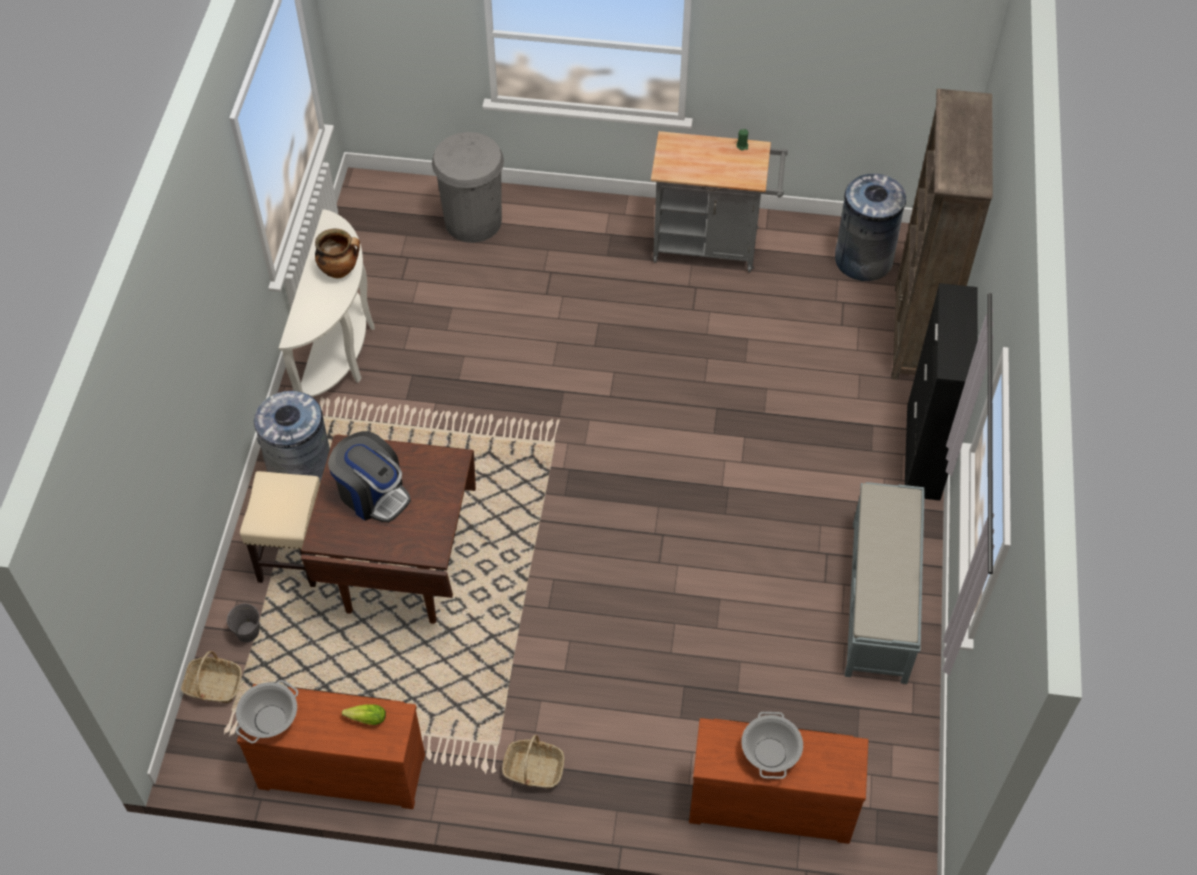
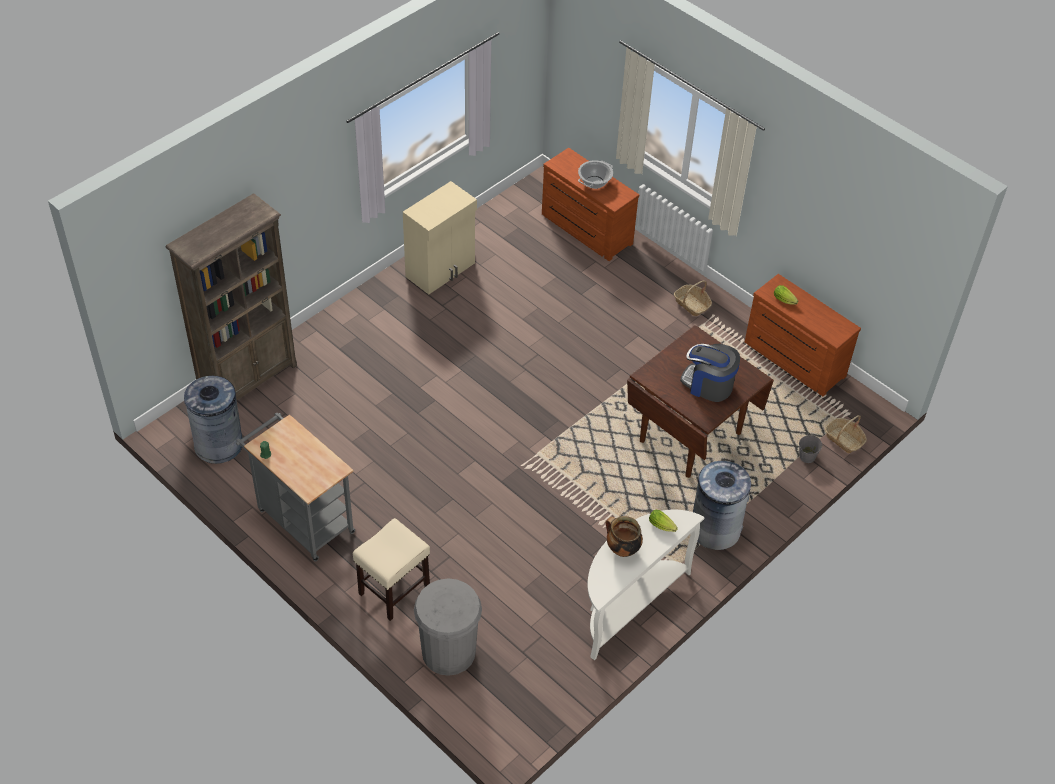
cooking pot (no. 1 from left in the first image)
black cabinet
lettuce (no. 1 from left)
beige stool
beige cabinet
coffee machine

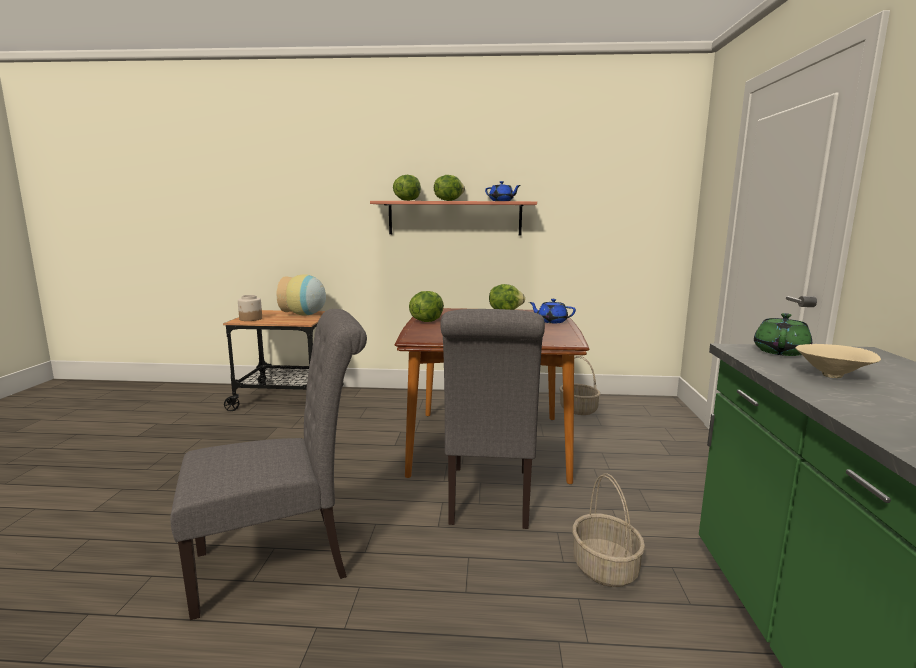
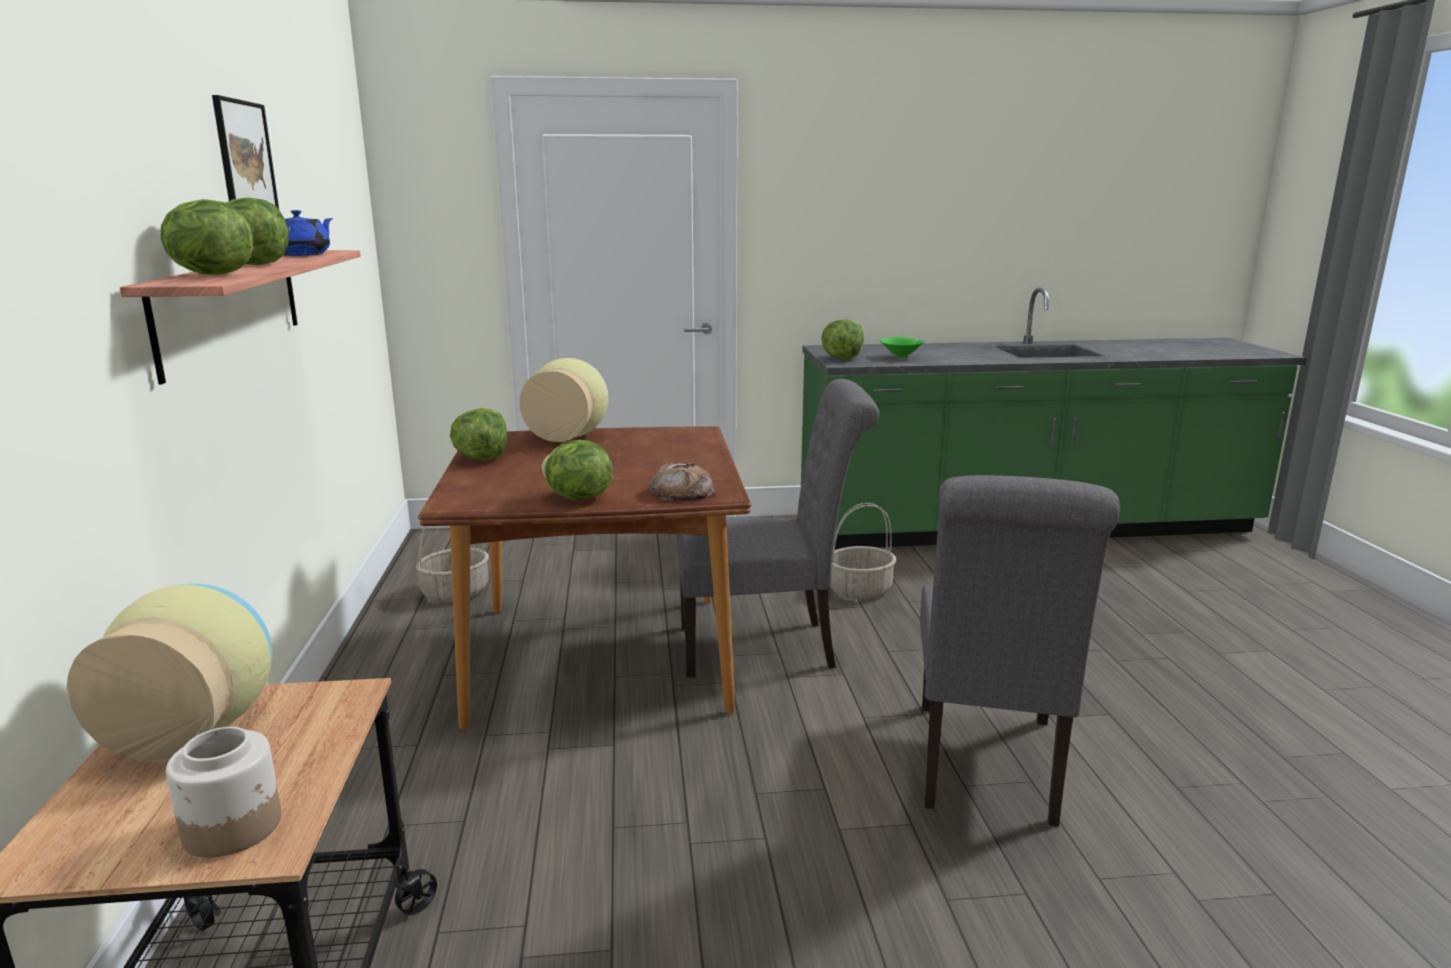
picture
bread
vase (no. 2 from left)
lettuce (no. 5 from left)
green bowl
grey chair (no. 2 from left)

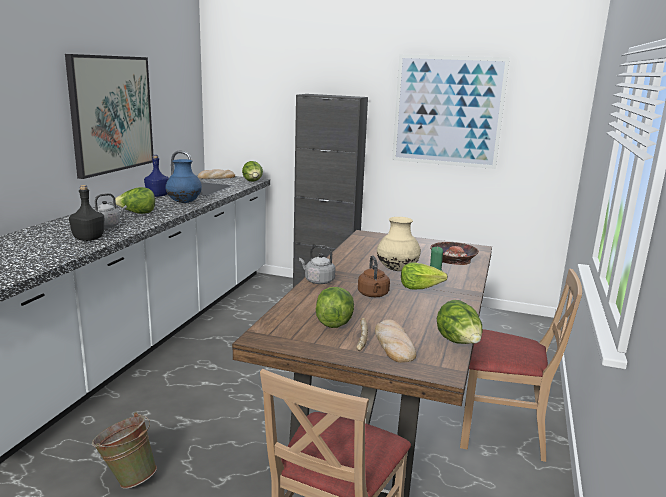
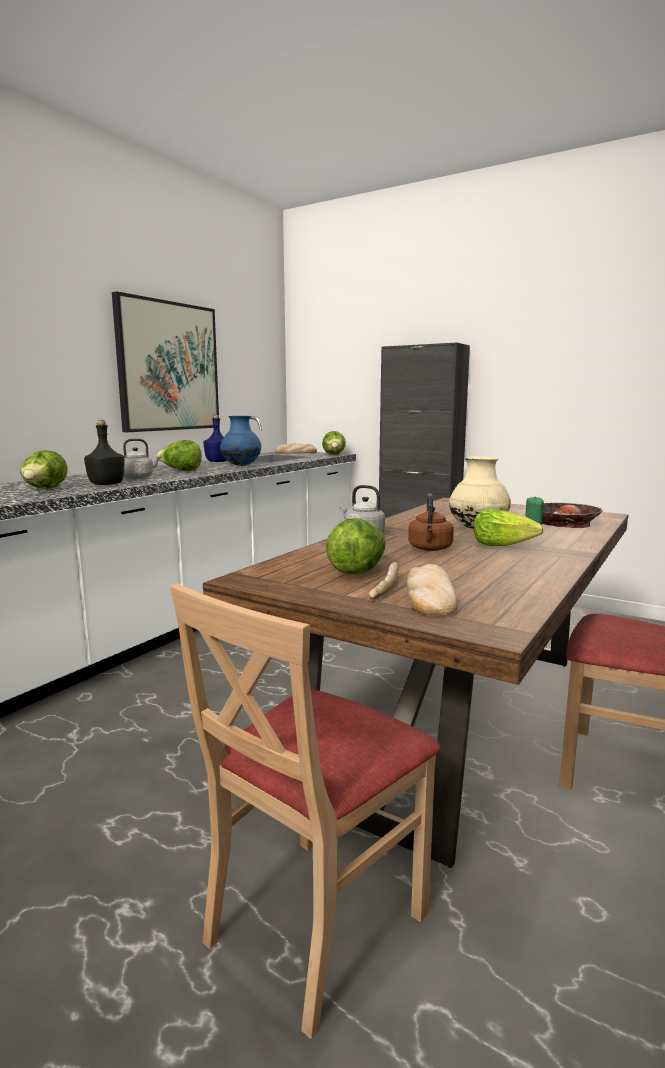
green bucket
picture (no. 2 from left in the first image)
lettuce (no. 1 from left)

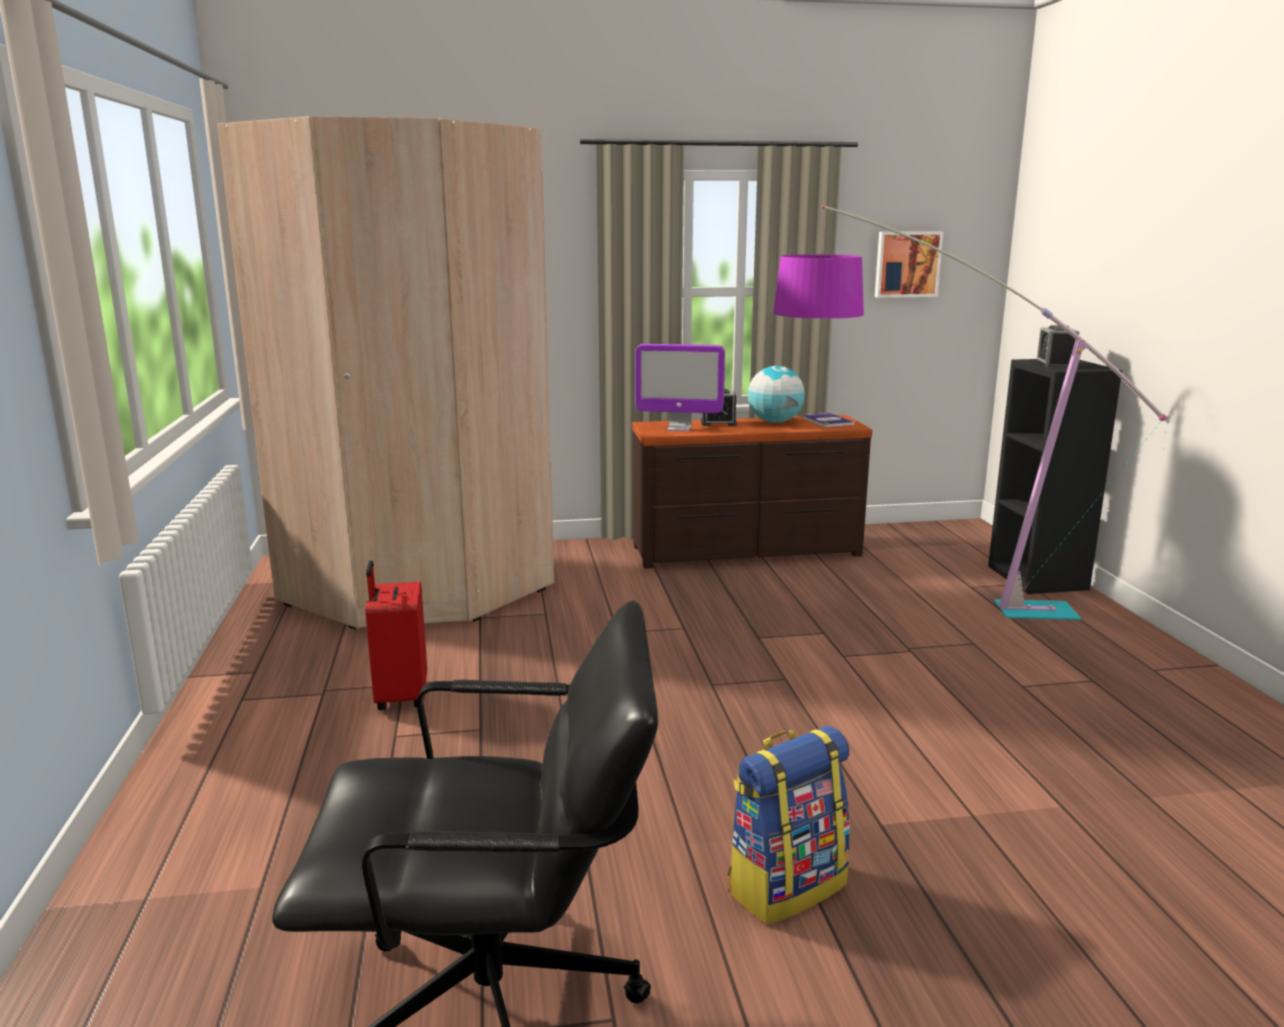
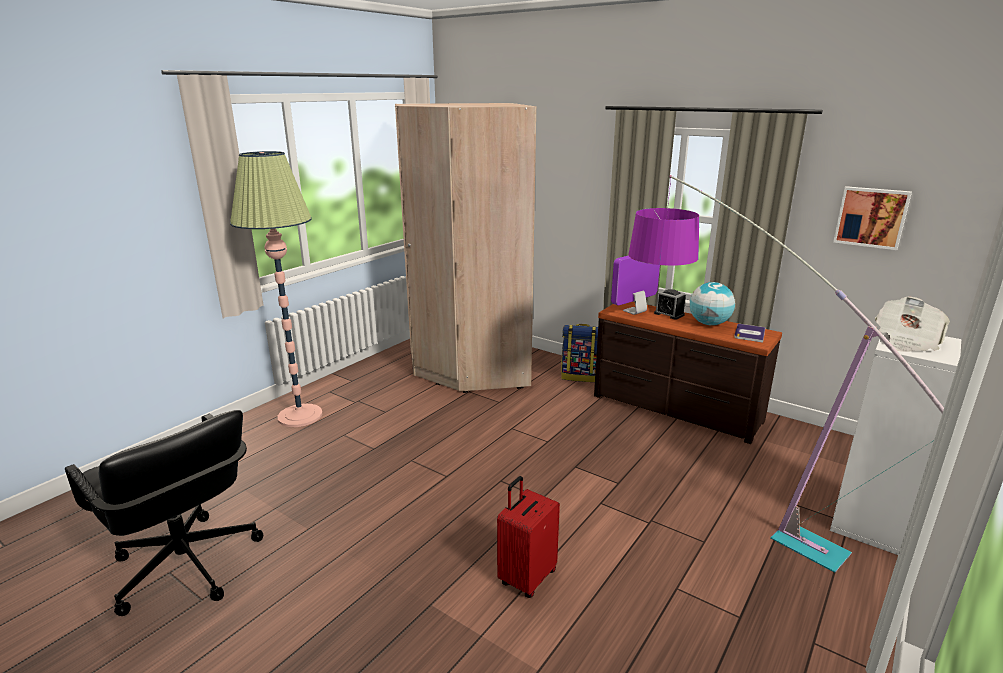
floor lamp (no. 1 from left)
red suitcase
backpack
newspaper
white bookcase
monitor

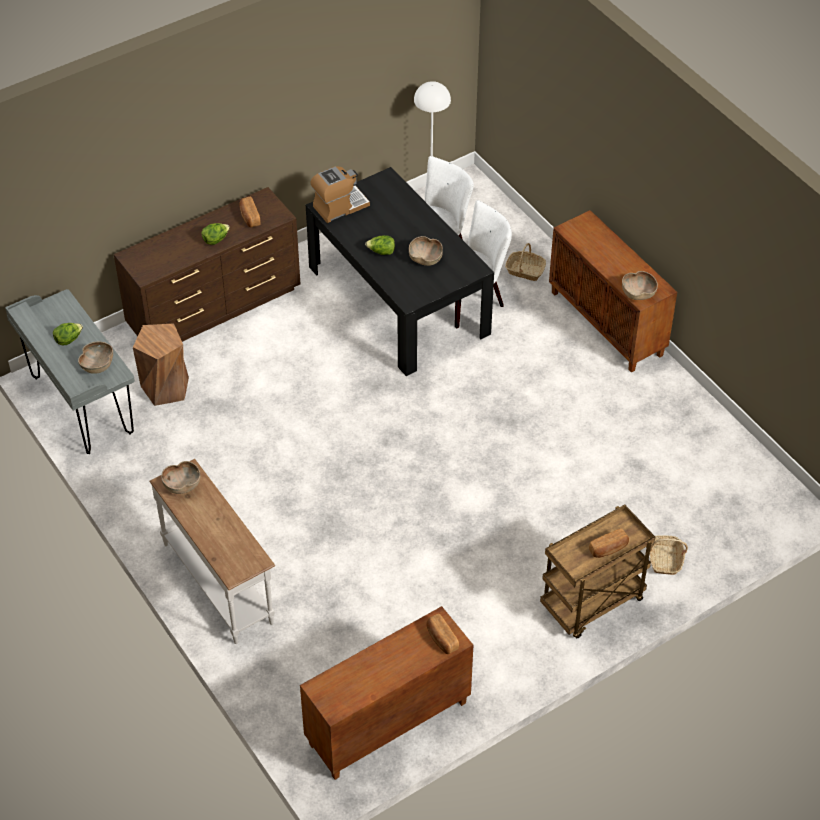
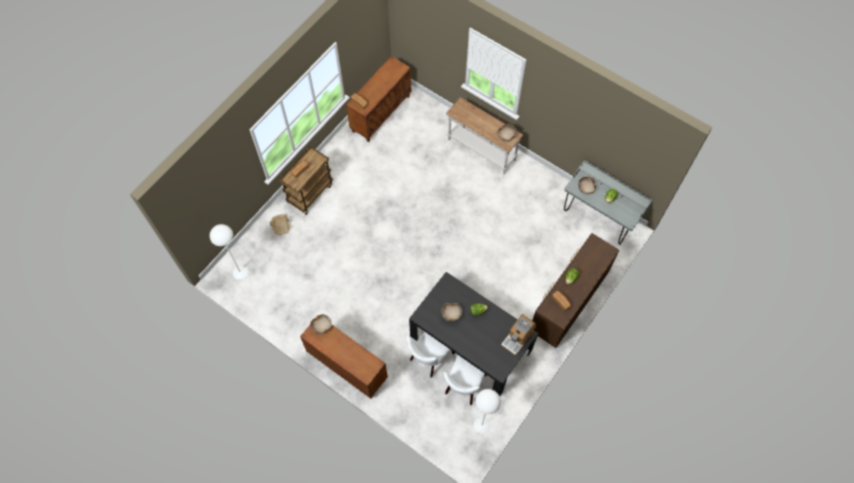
brown stool
basket (no. 1 from left in the first image)
white floor lamp (no. 1 from left)

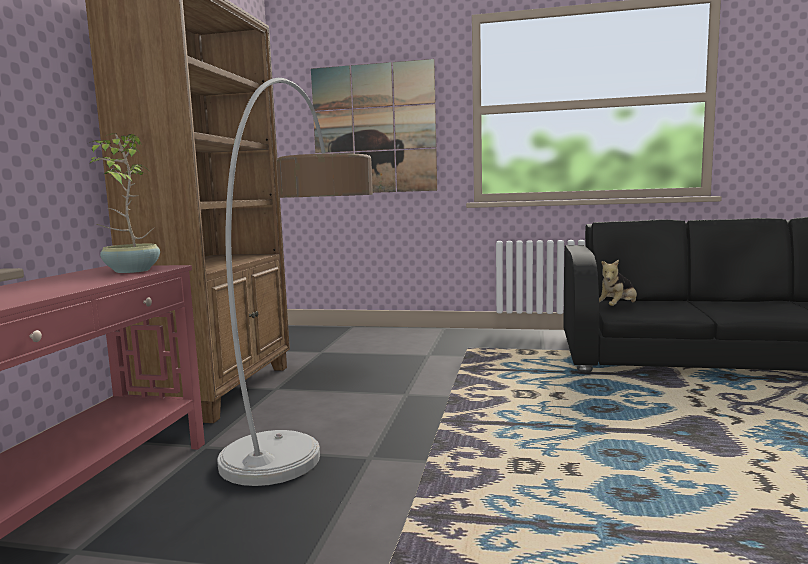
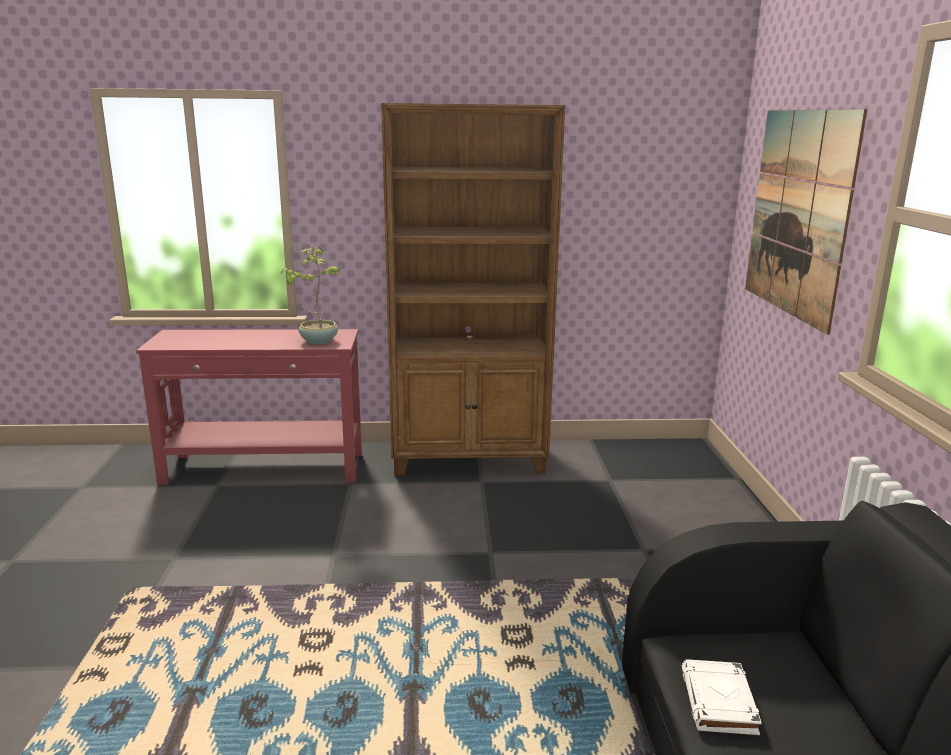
floor lamp
plush toy
white book

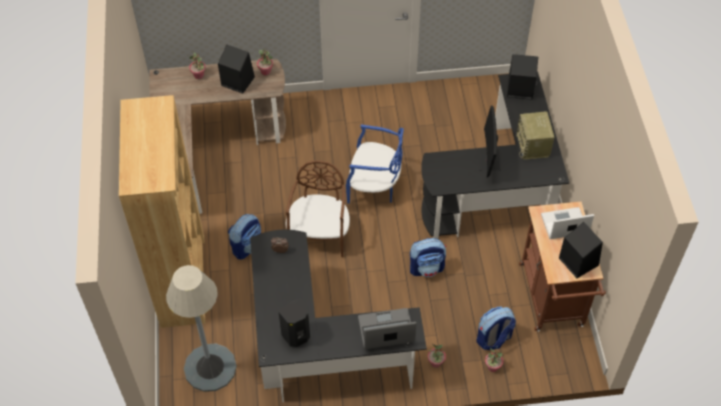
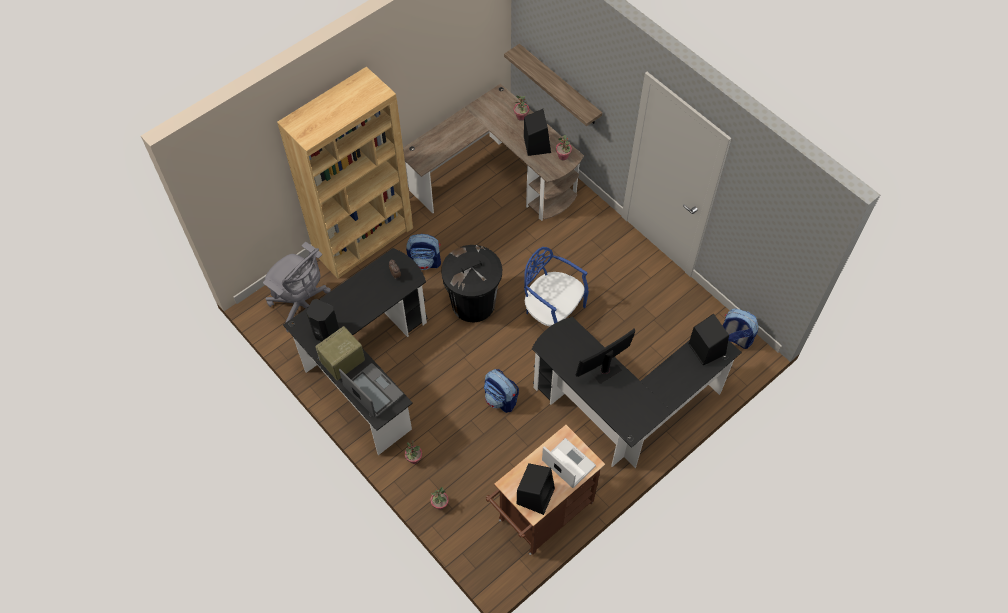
shelf
backpack (no. 3 from left)
radio
grey office chair
black trash can
blue chair

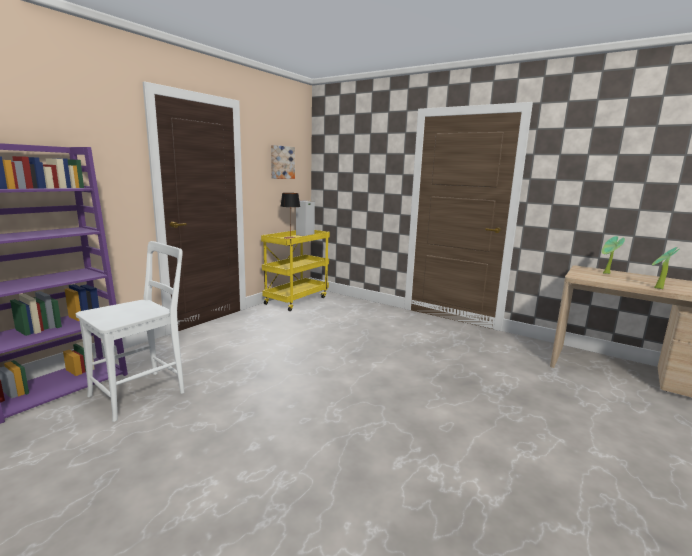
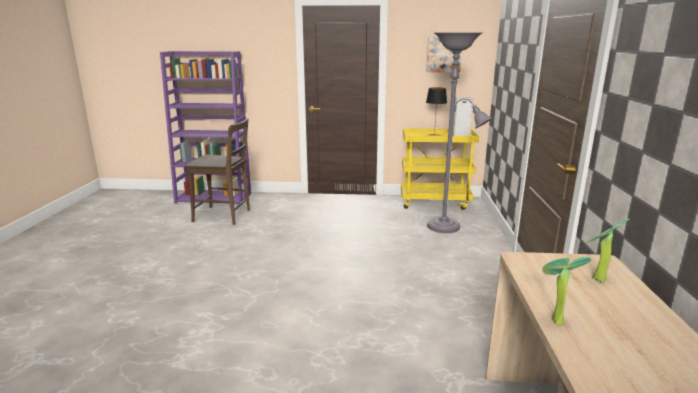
grey floor lamp
brown chair

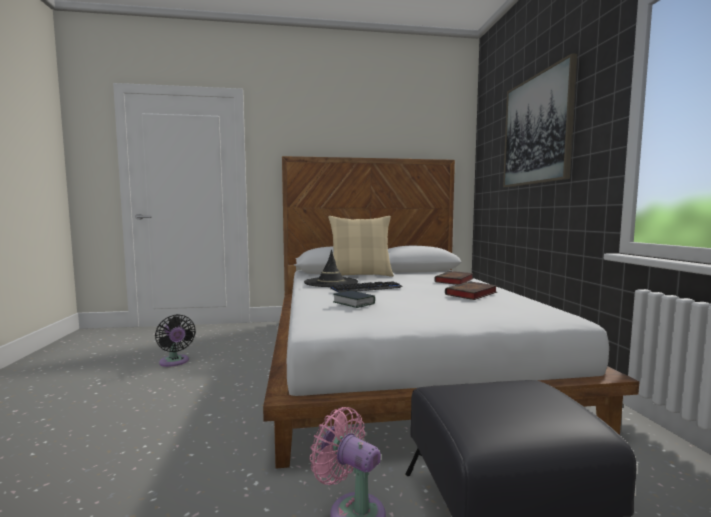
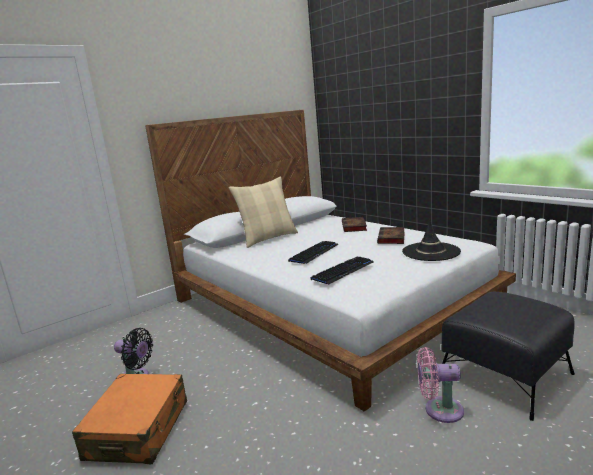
picture
orange suitcase
black hat
keyboard (no. 2 from left)

